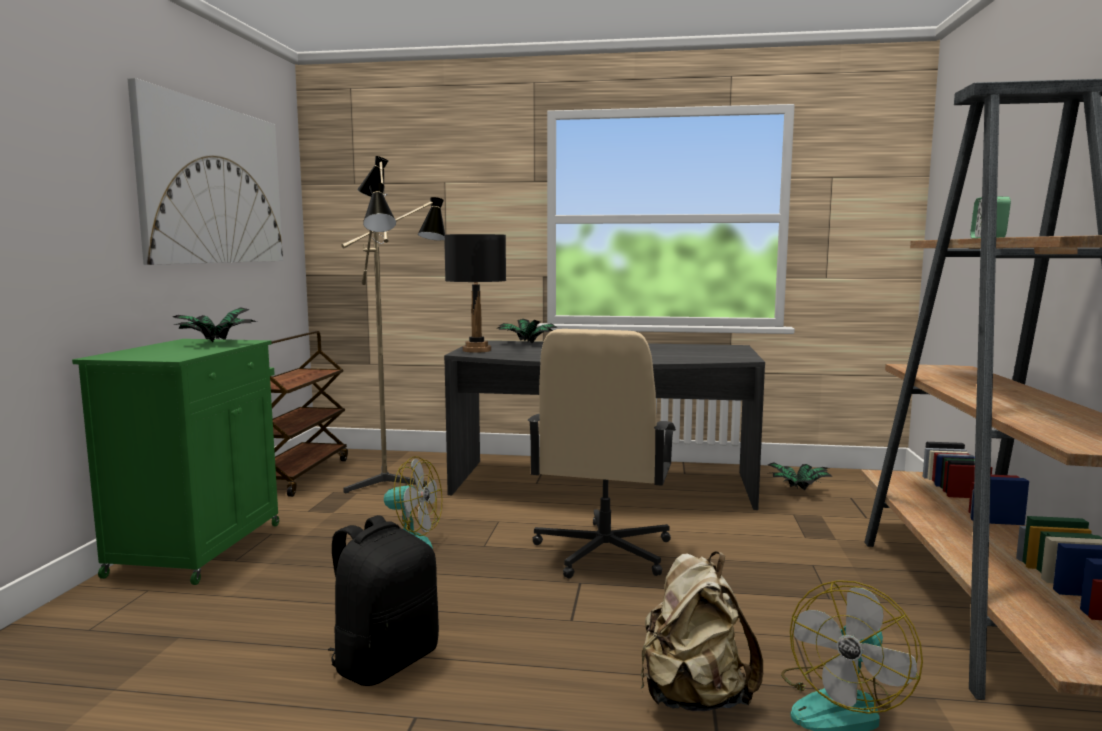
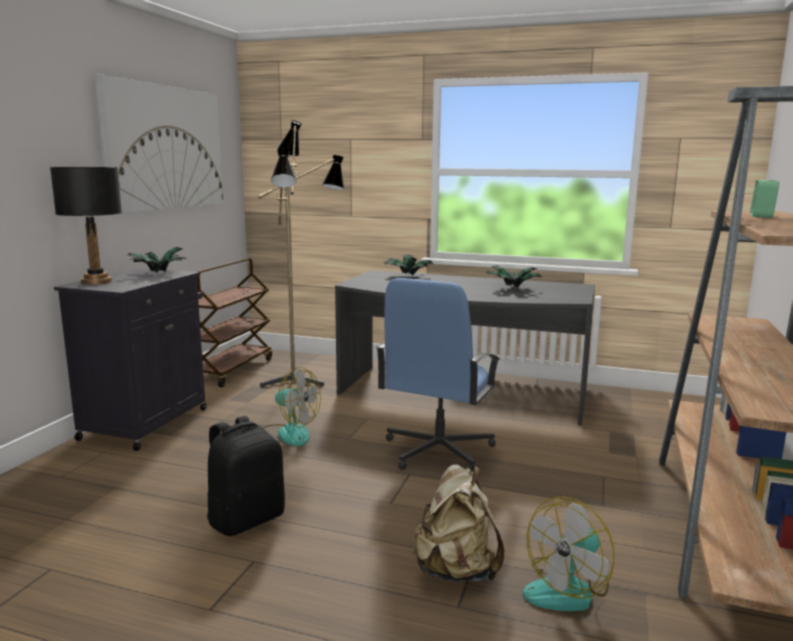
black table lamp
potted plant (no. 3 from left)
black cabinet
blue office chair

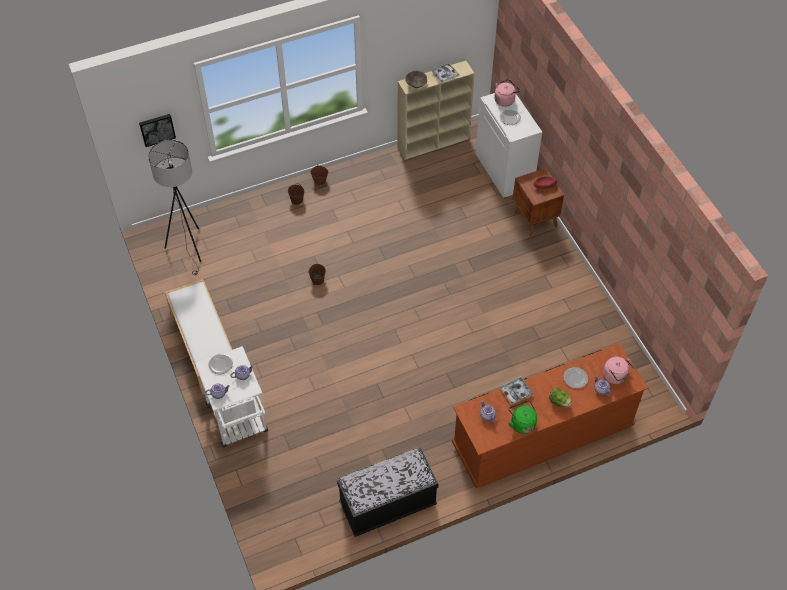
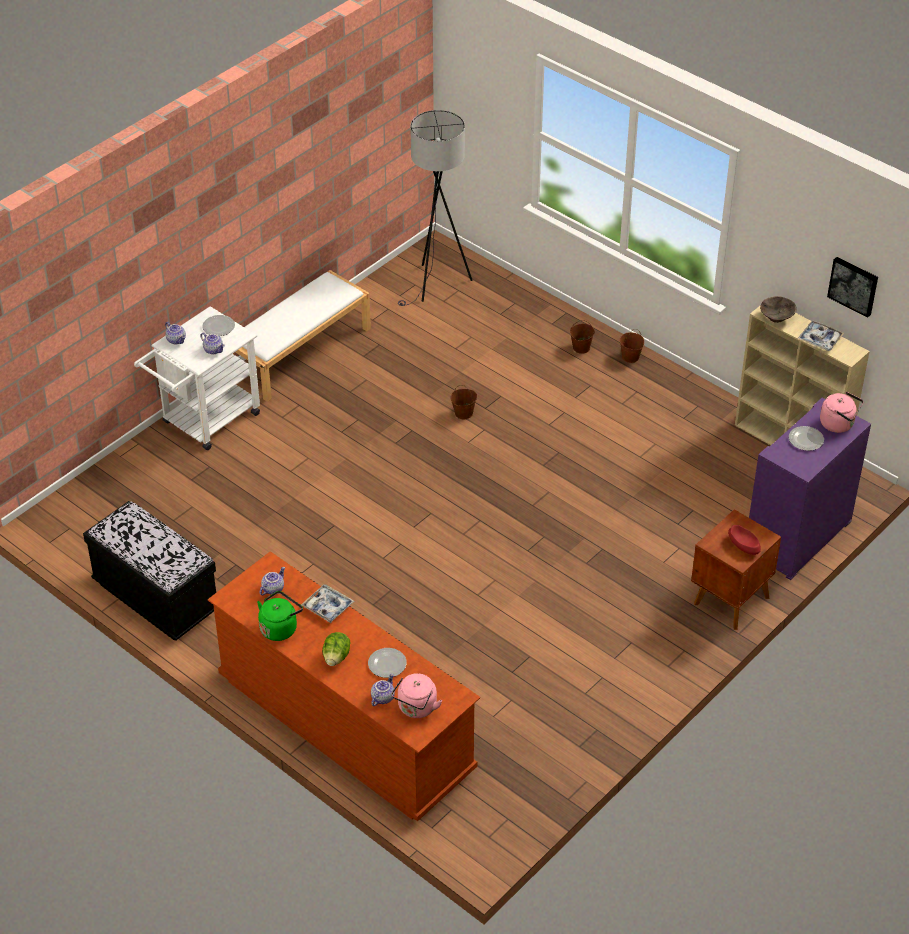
picture
purple cabinet

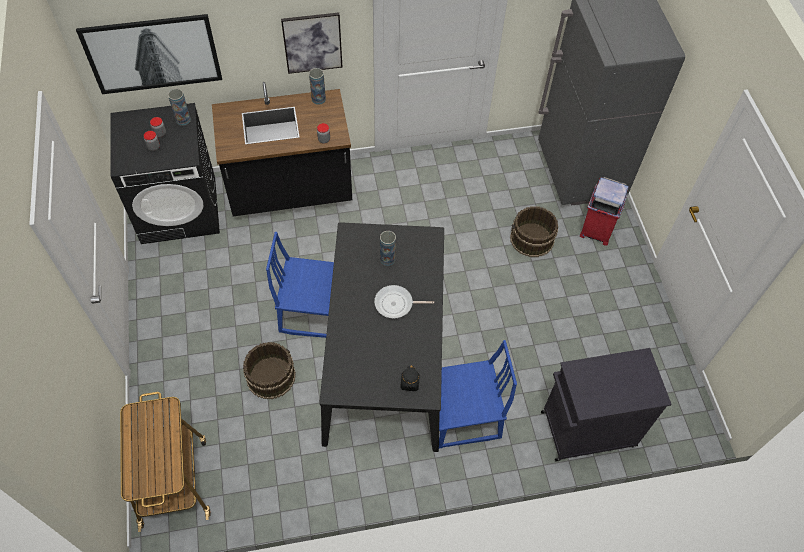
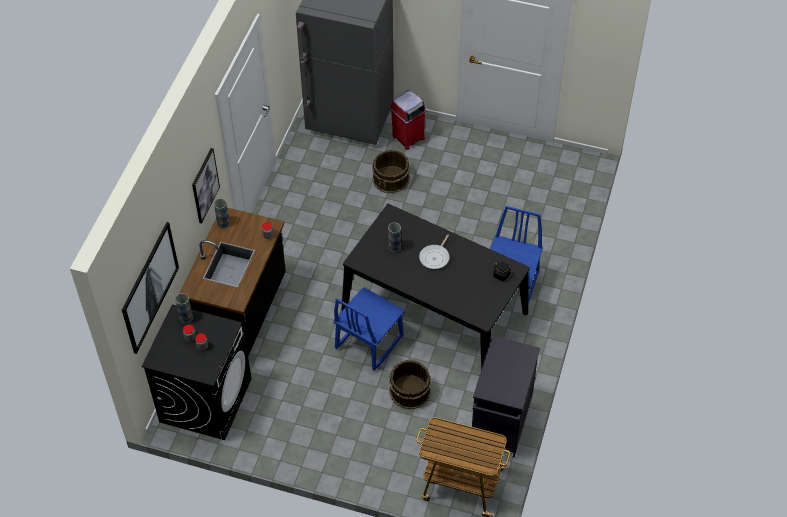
black cabinet

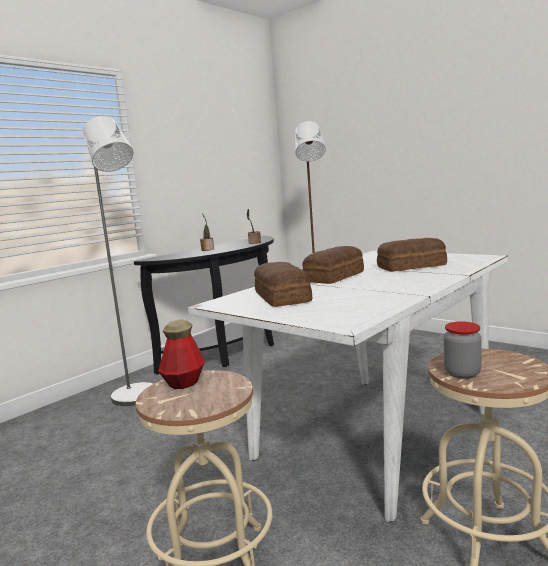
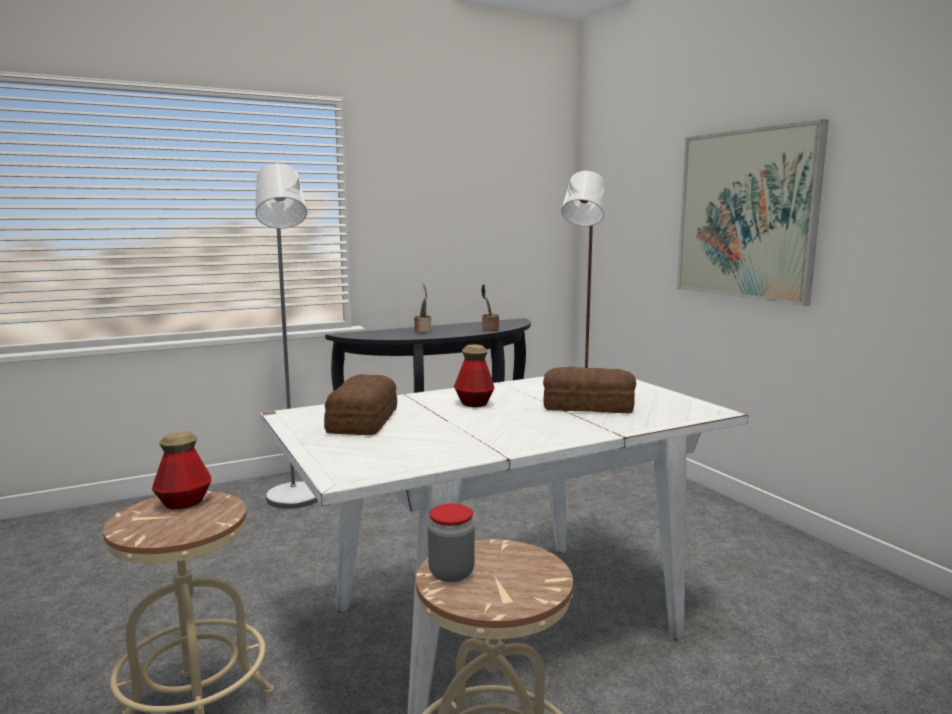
picture
bottle (no. 2 from left)

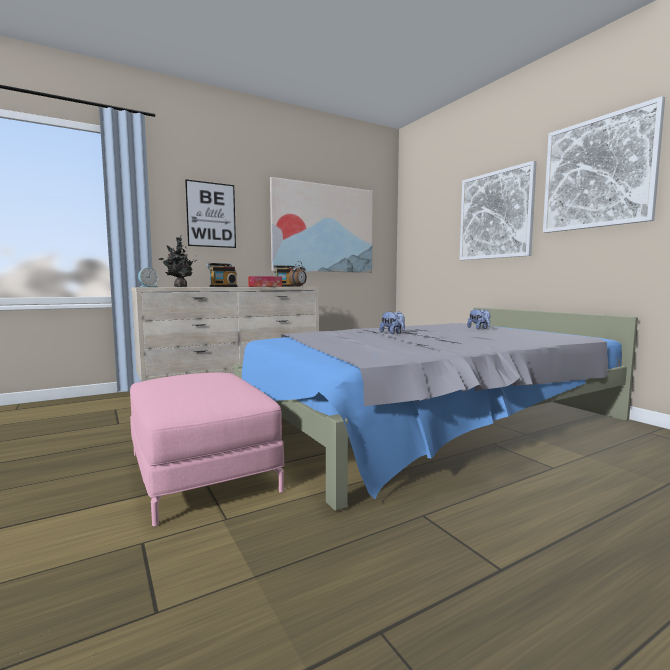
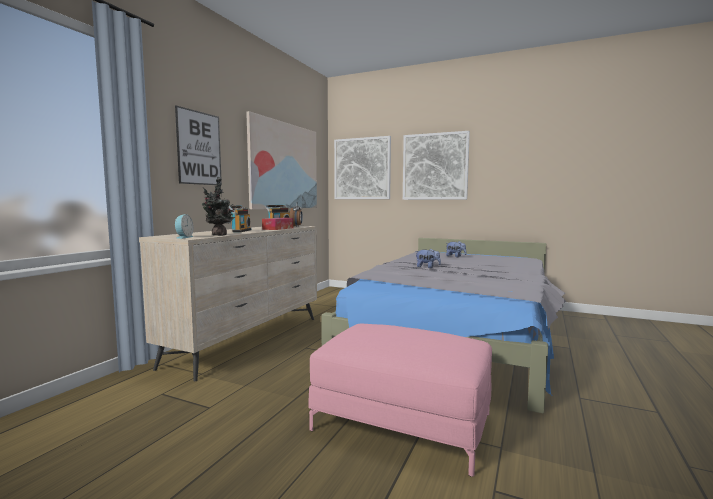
picture (no. 3 from left)

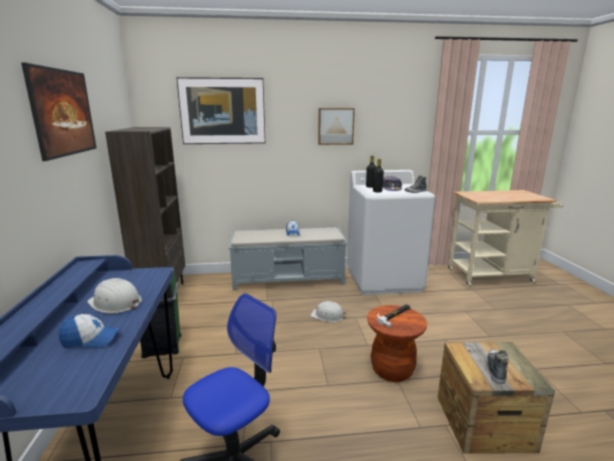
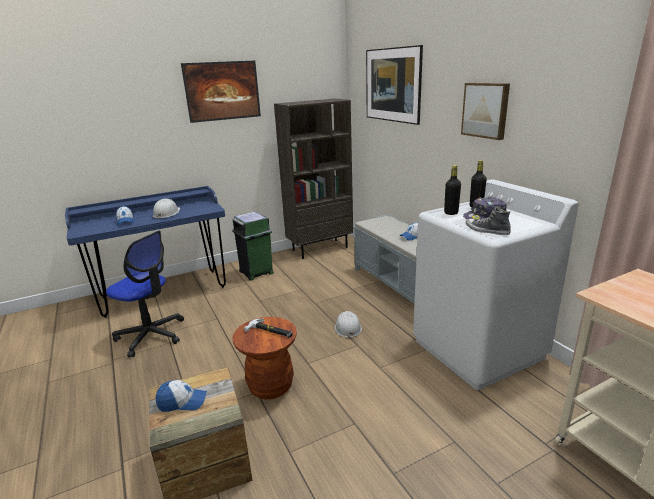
cap (no. 2 from left)

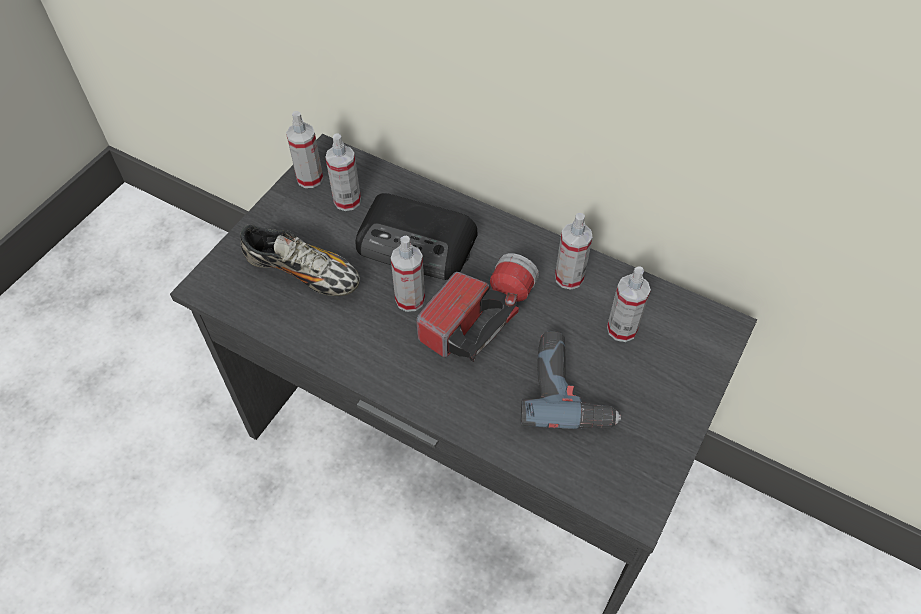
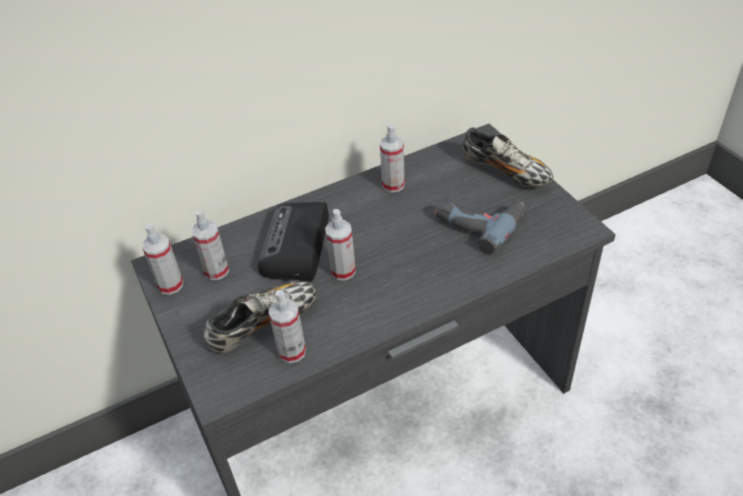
flashlight
shoe (no. 2 from left)
spray bottle (no. 3 from left)
radio

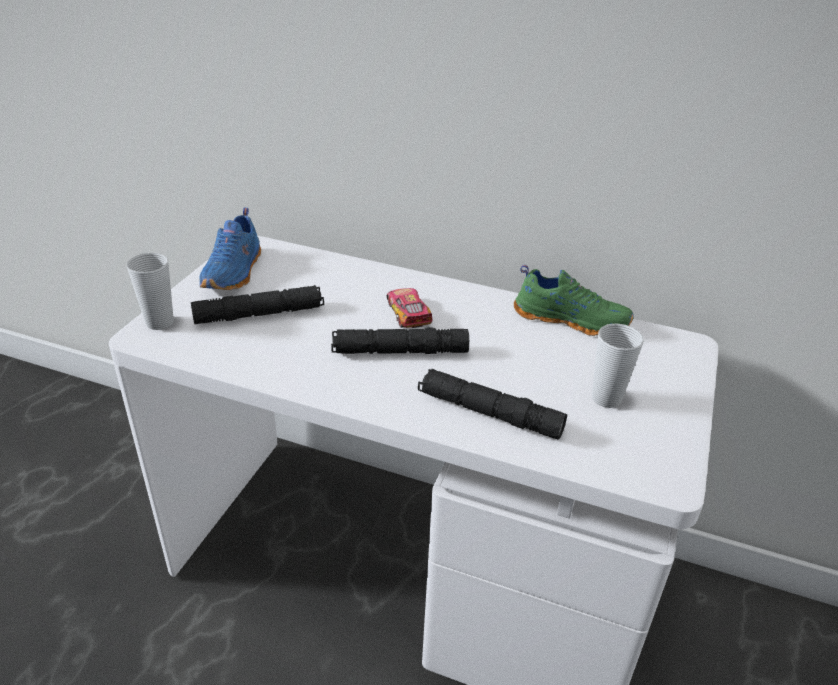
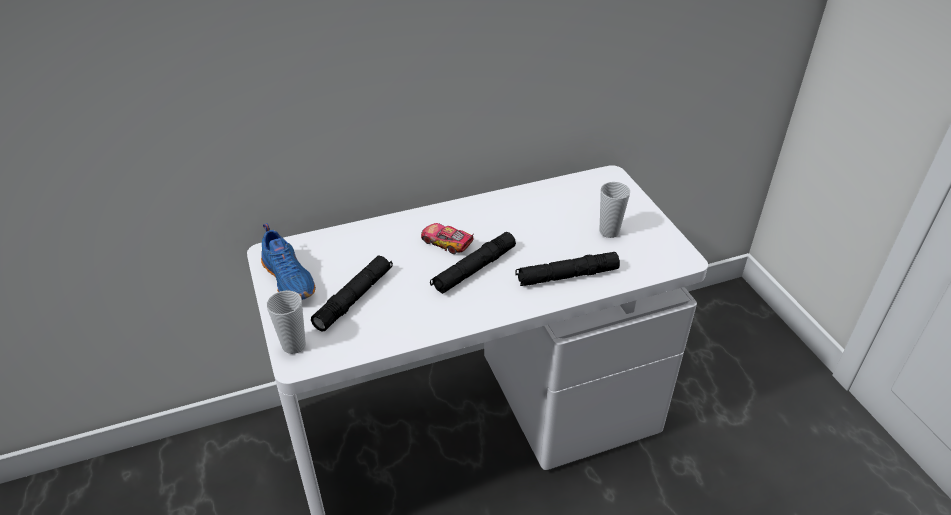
green shoe

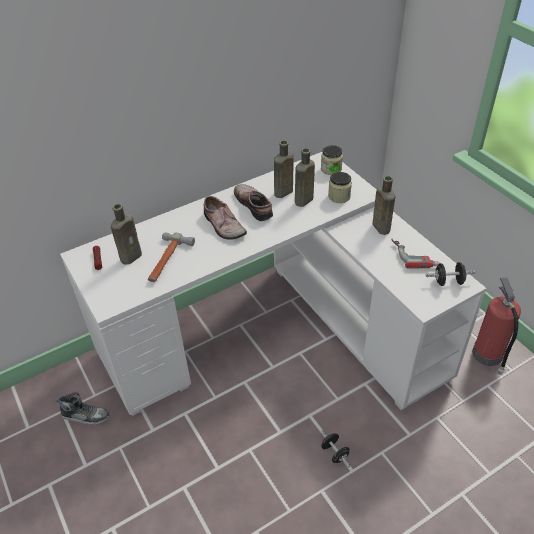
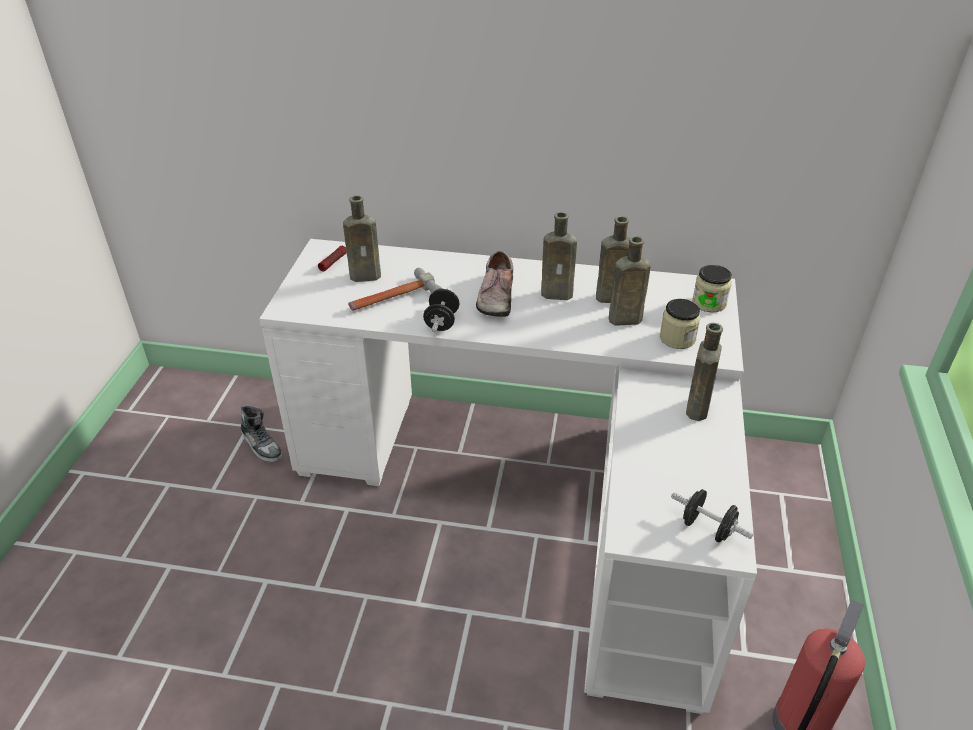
power drill
black dumbbell (no. 1 from left)
brown bottle (no. 2 from left)

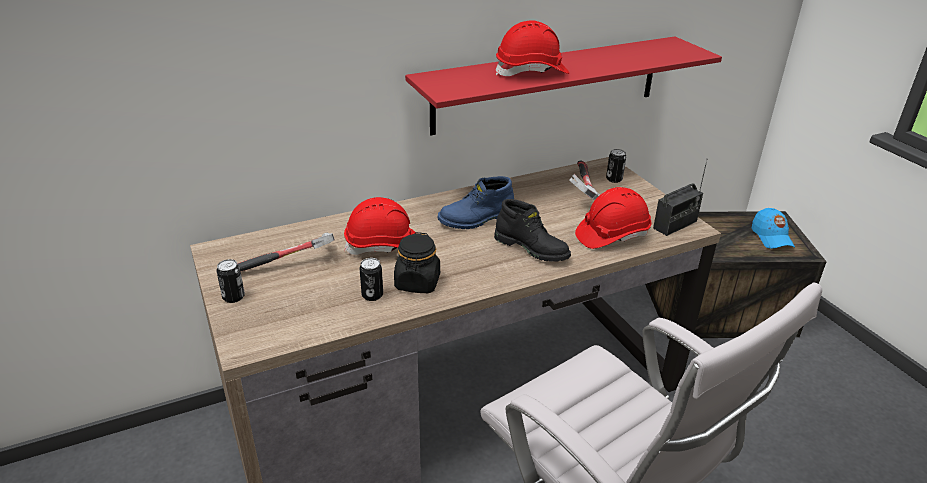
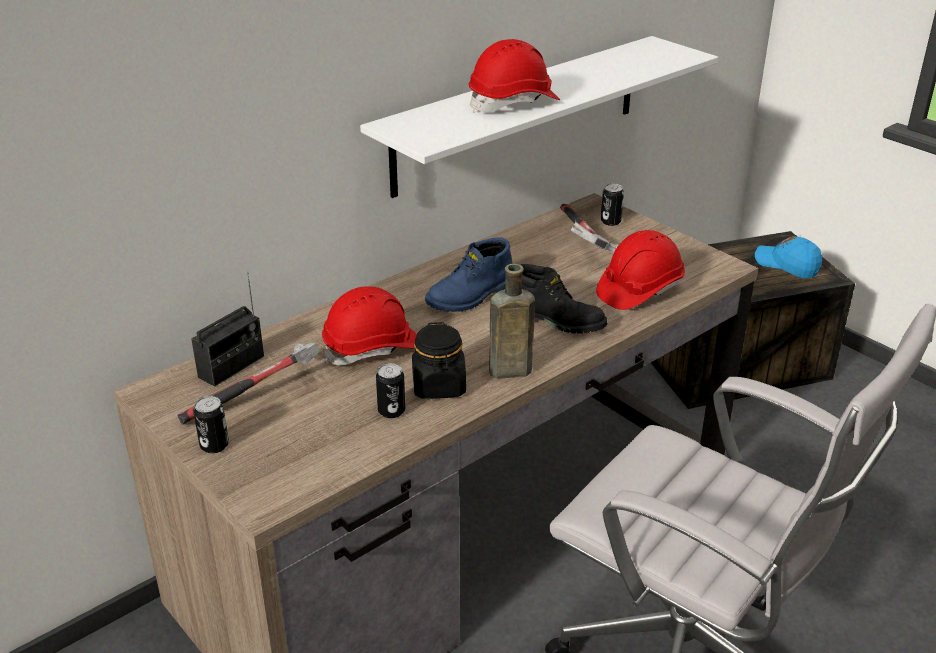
brown bottle
radio
white shelf
blue cap

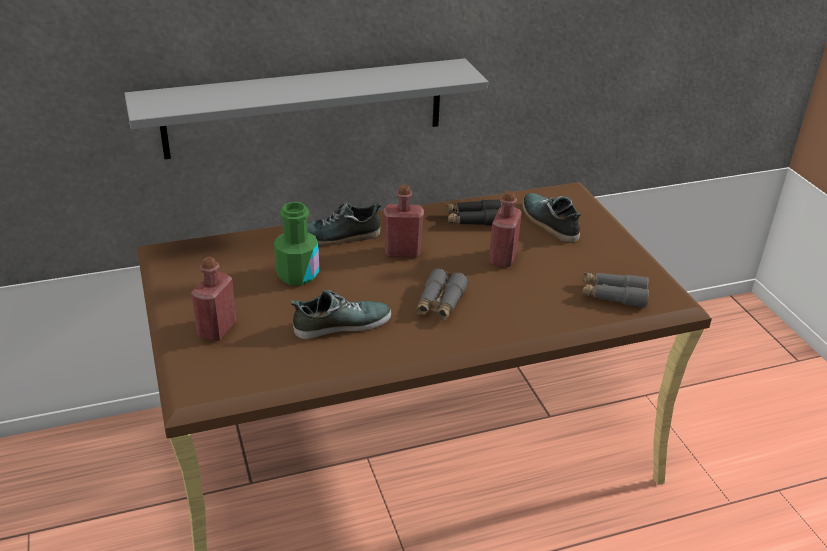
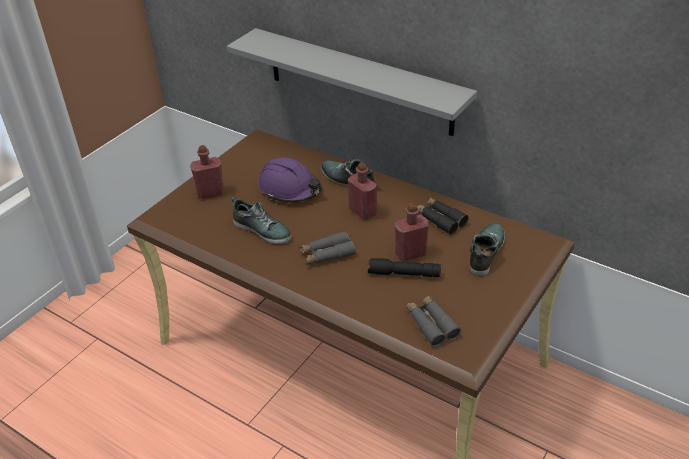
black flashlight
purple hard hat

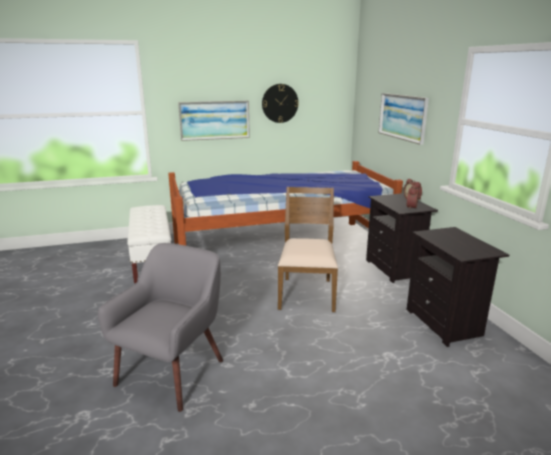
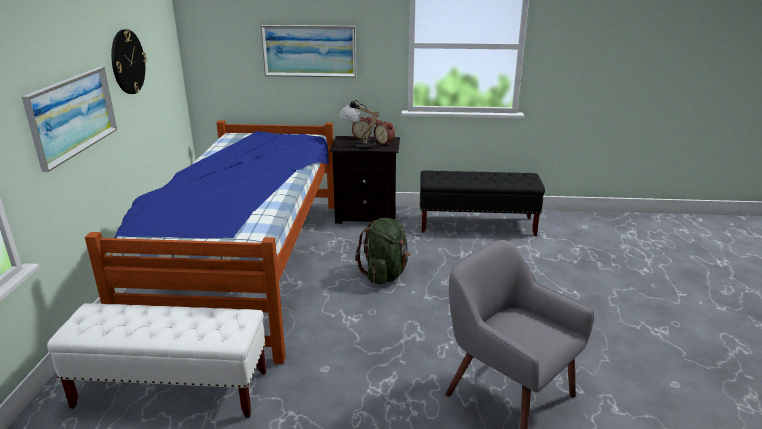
table lamp
green backpack
black bench

